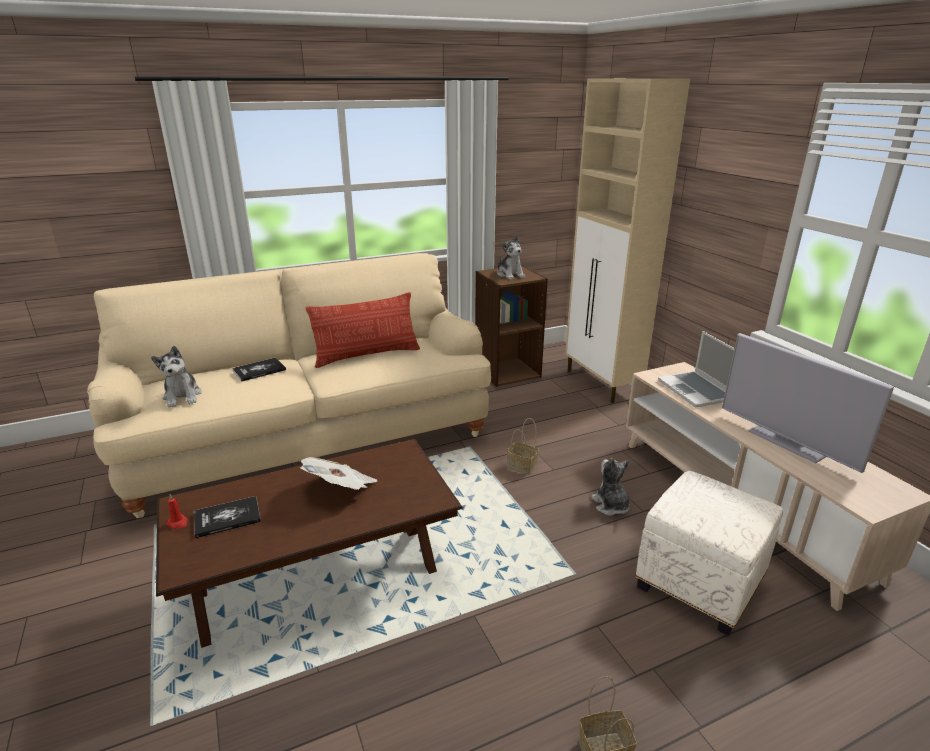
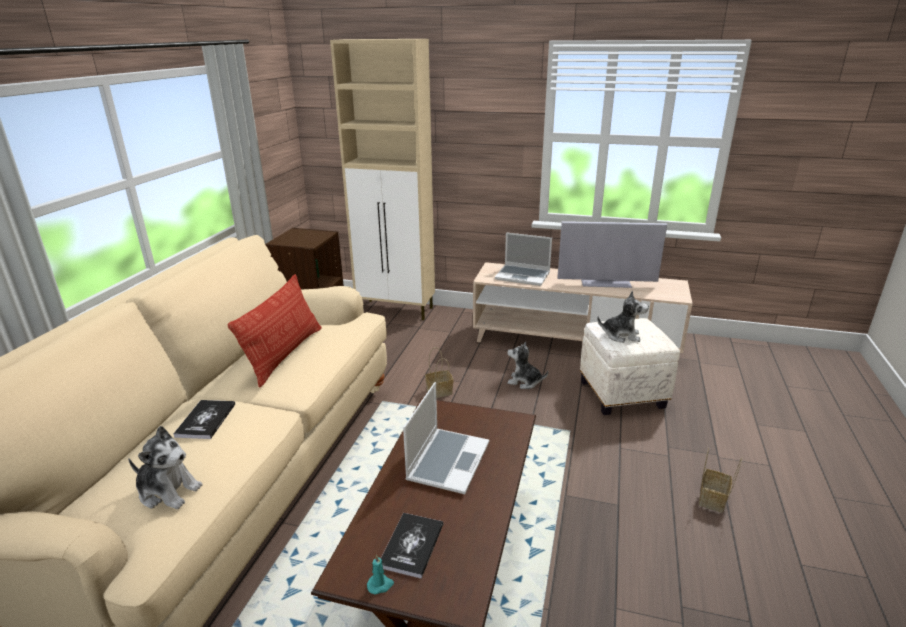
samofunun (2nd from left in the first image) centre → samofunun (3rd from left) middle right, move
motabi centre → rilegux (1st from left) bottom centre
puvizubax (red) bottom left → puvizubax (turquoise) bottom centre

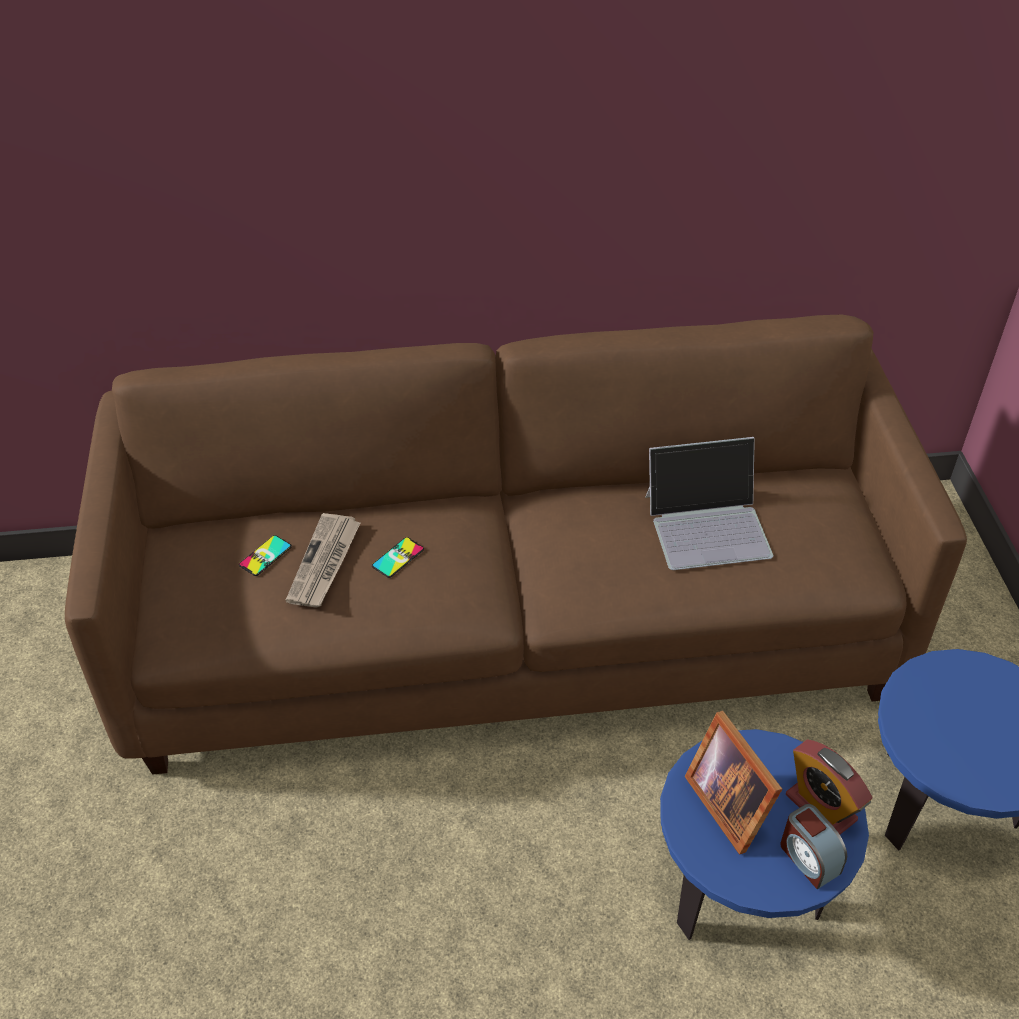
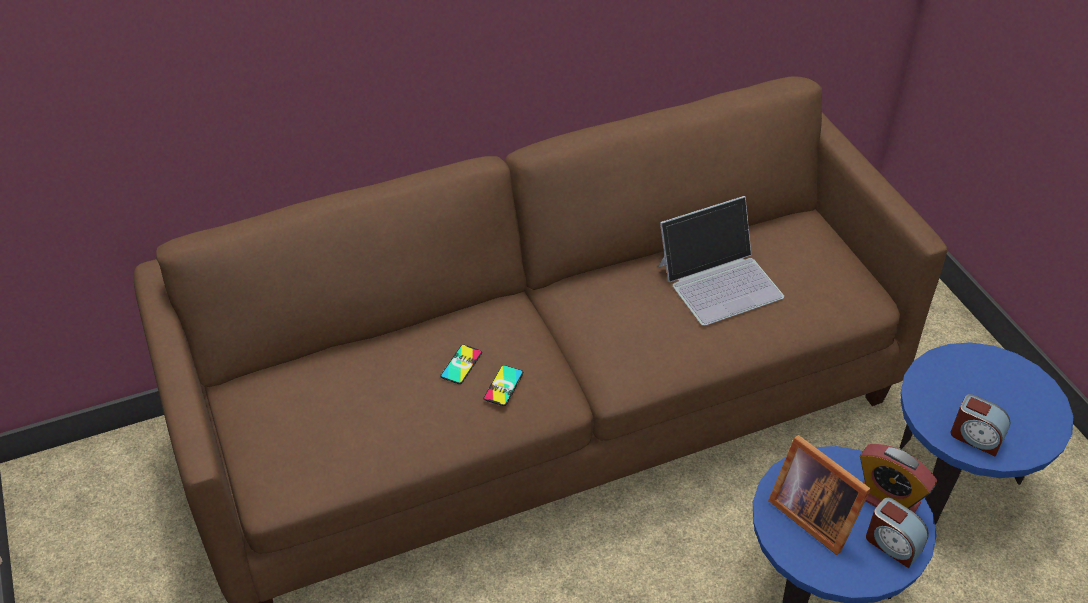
motabi middle left → -
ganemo (1st from left in the first image) middle left → ganemo (2nd from left) centre, move
- → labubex (3rd from left) bottom right

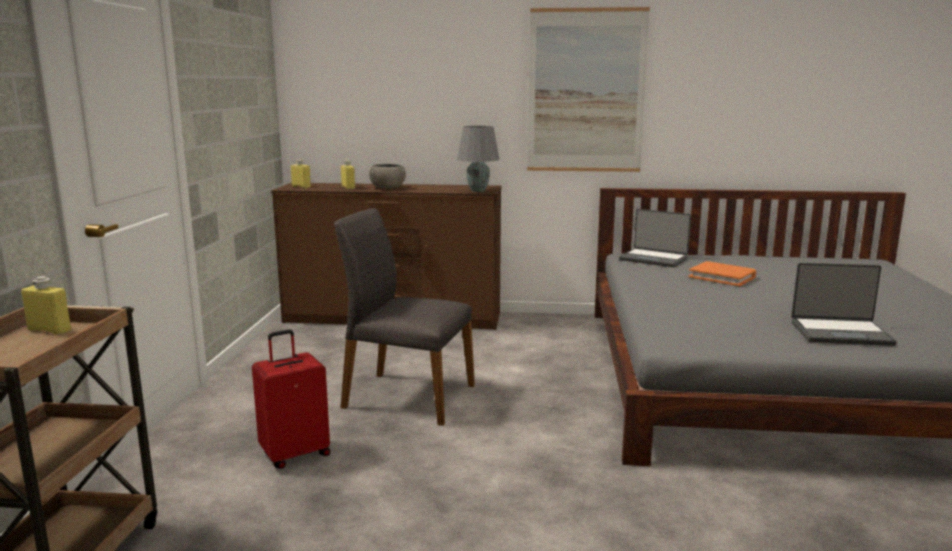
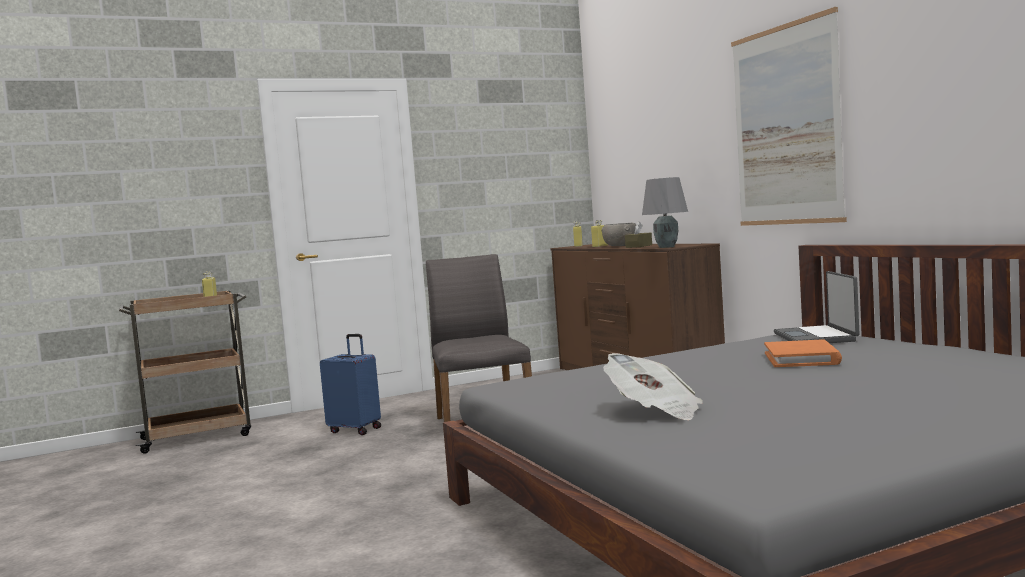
rilegux (2nd from left) middle right → motabi bottom centre
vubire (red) bottom left → vubire (blue) centre
- → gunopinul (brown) centre

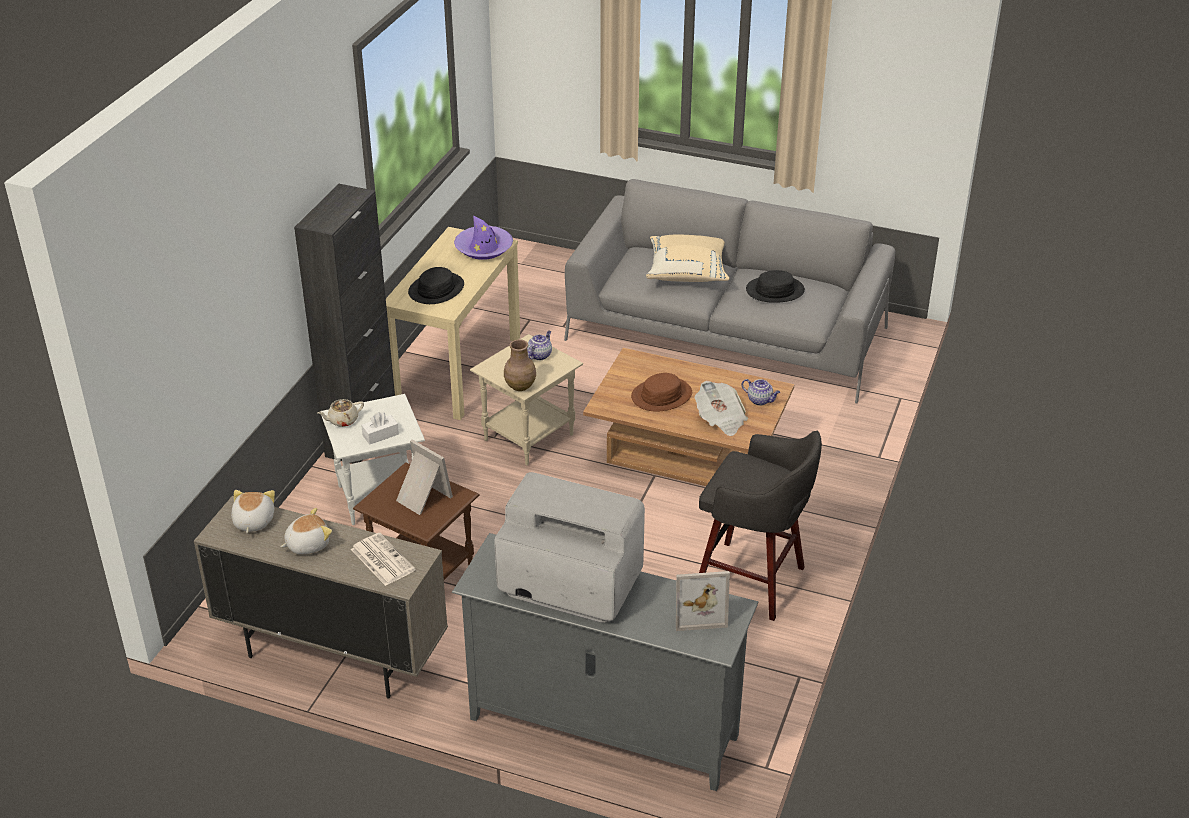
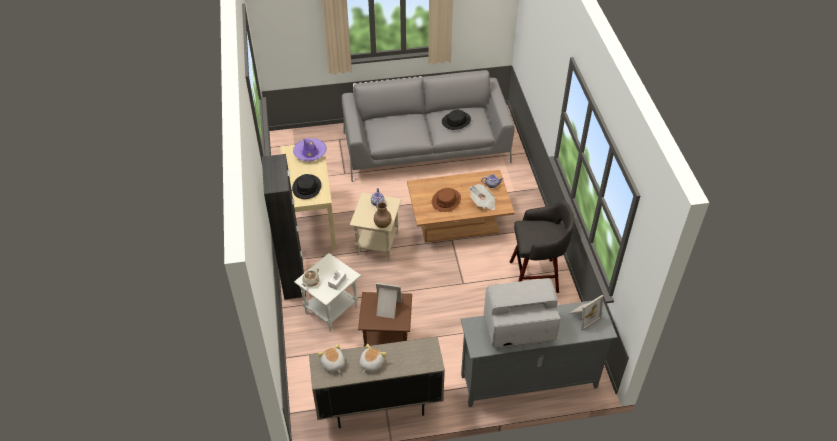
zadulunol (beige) top centre → -
motabi (1st from left) bottom left → -

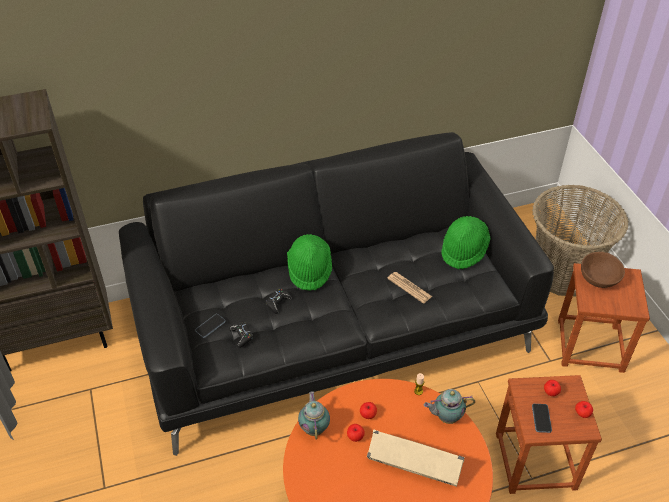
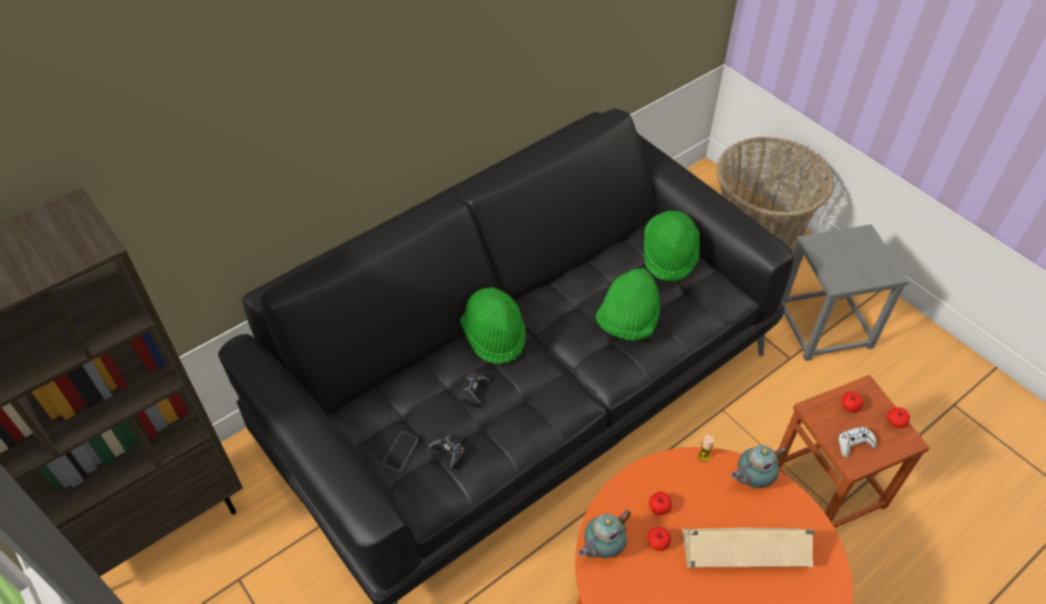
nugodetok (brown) middle right → -
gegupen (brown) (2nd from left) middle right → gegupen (grey) middle right
motabi centre → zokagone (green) (2nd from left) centre
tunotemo (1st from left) bottom centre, 105 degrees counterclockwise
ganemo (2nd from left) bottom right → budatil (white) bottom right

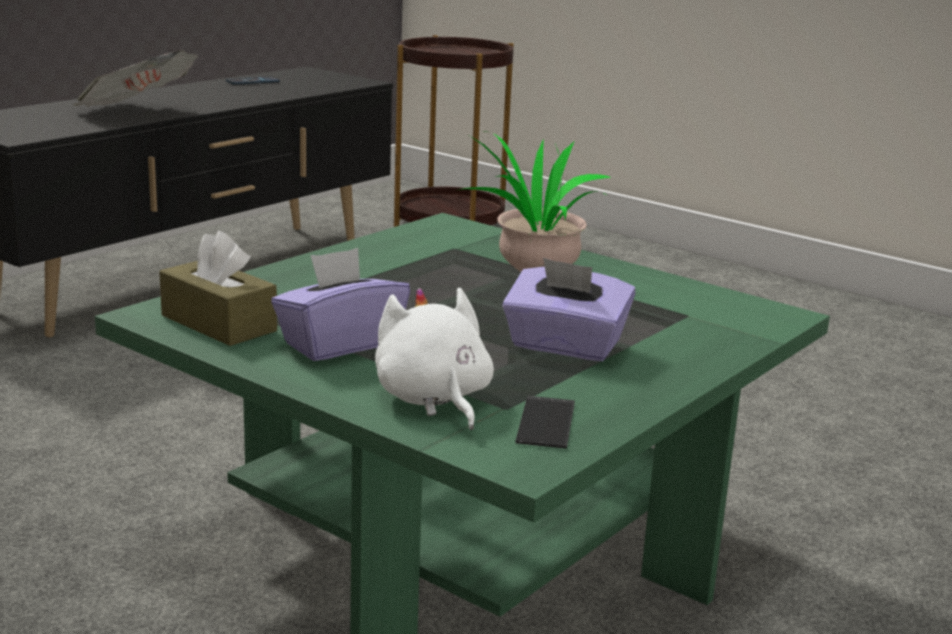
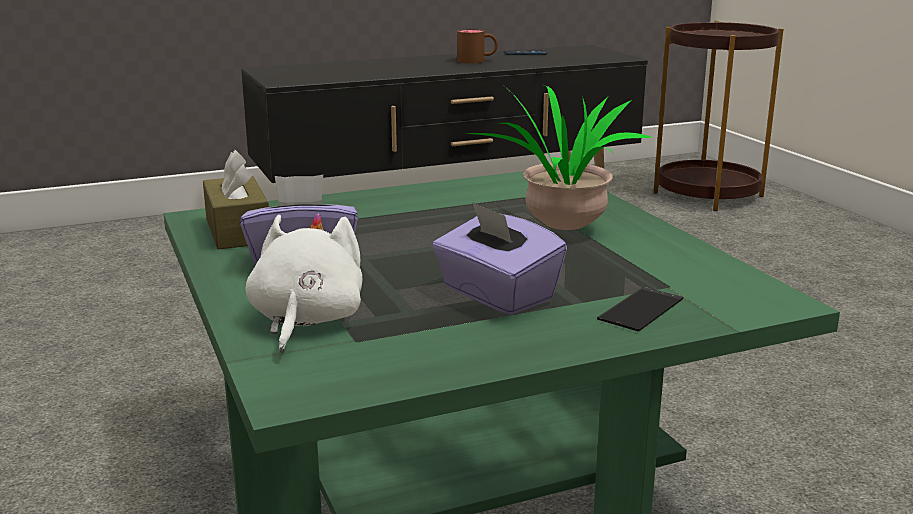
motabi top left → -
ganemo (2nd from left) centre → ganemo (2nd from left) middle right, move
- → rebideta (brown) top centre

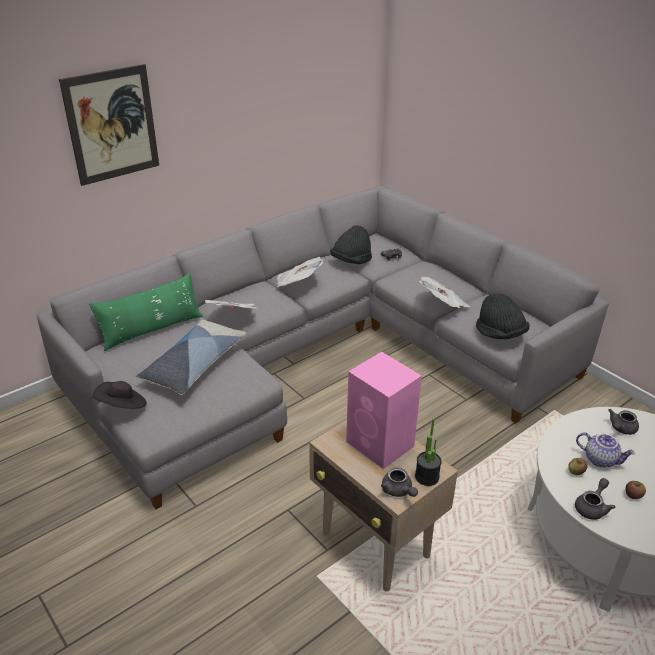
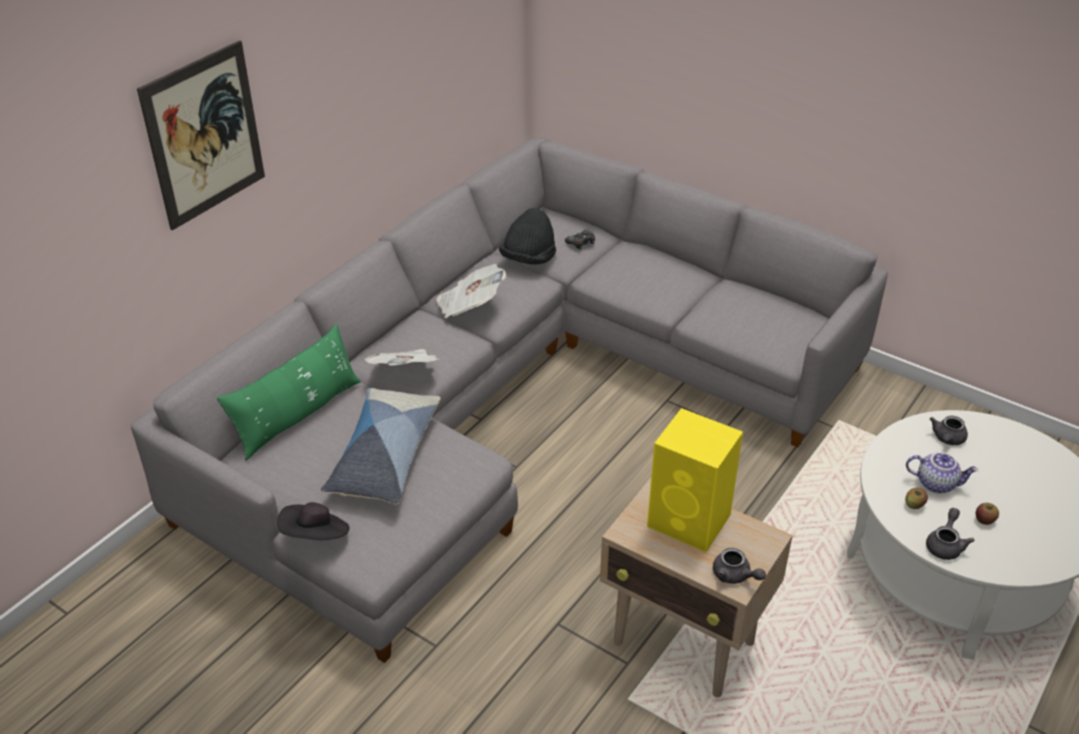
motabi (3rd from left) middle right → -
zokagone (black) (3rd from left) middle right → -
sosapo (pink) centre → sosapo (yellow) centre
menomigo bottom centre → -

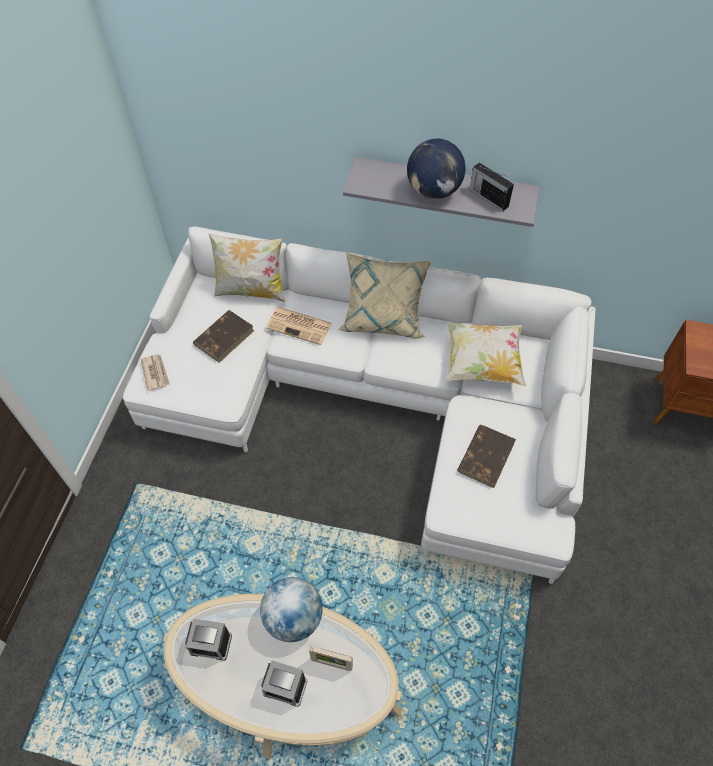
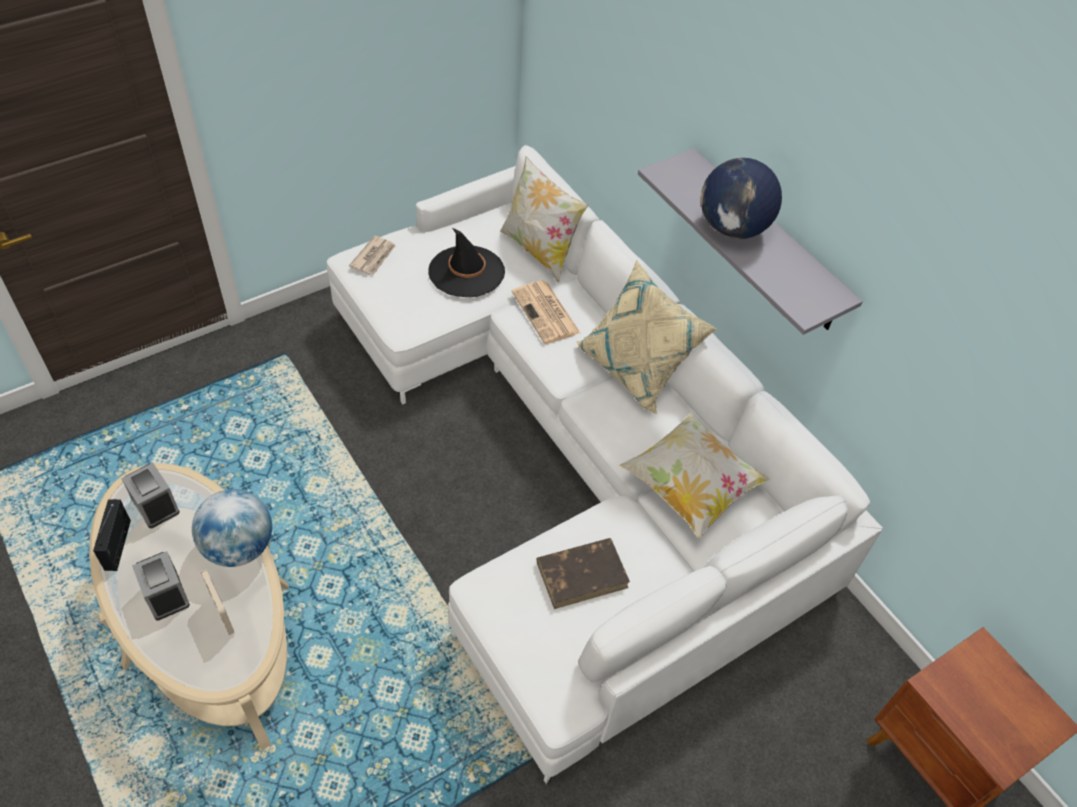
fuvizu top right → fuvizu middle left, move
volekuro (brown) (1st from left) middle left → zokagone (black) top centre

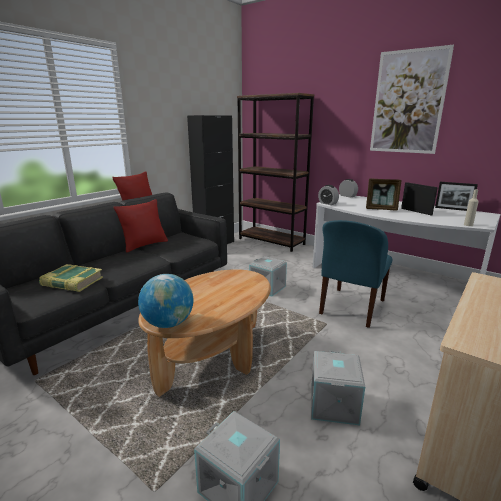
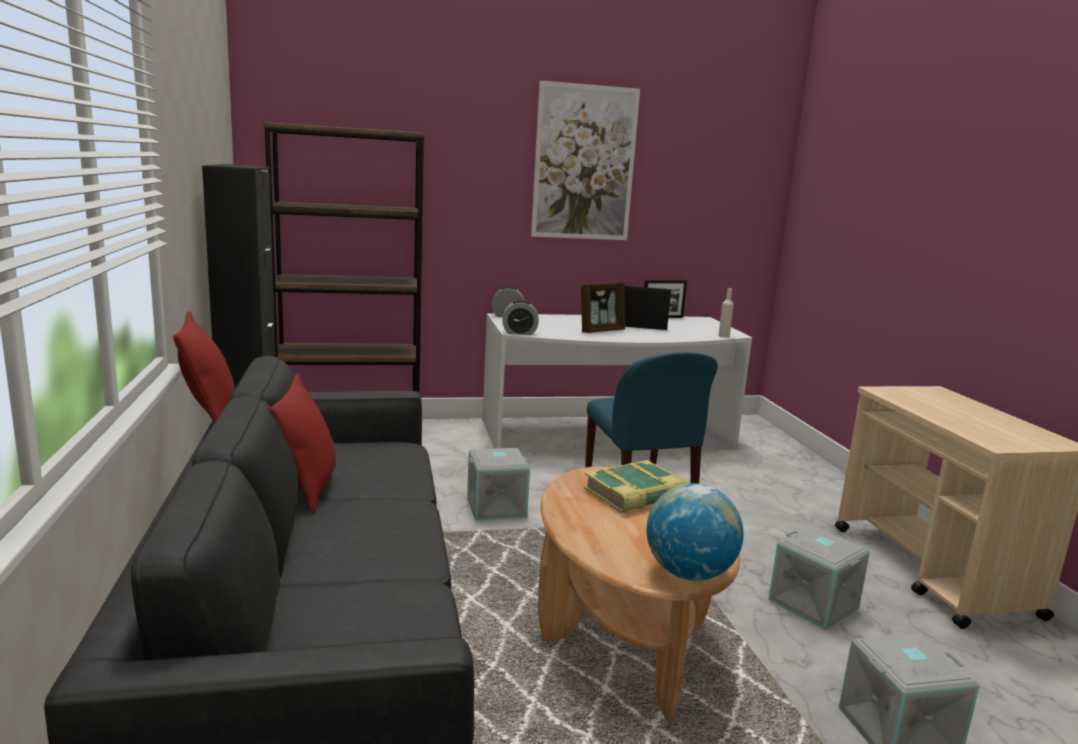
volekuro middle left → volekuro centre, move

